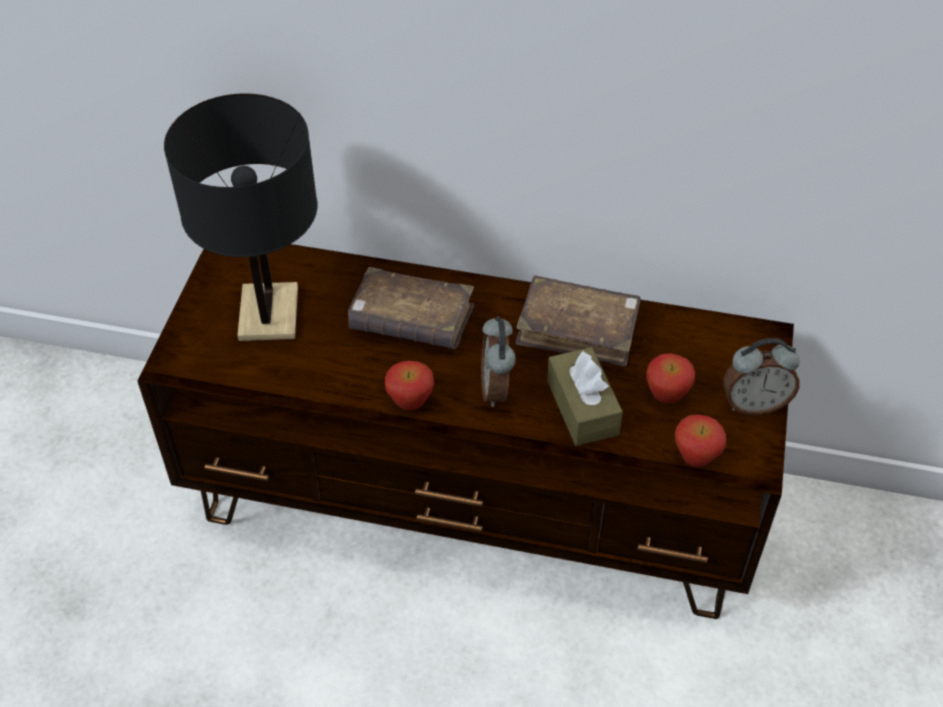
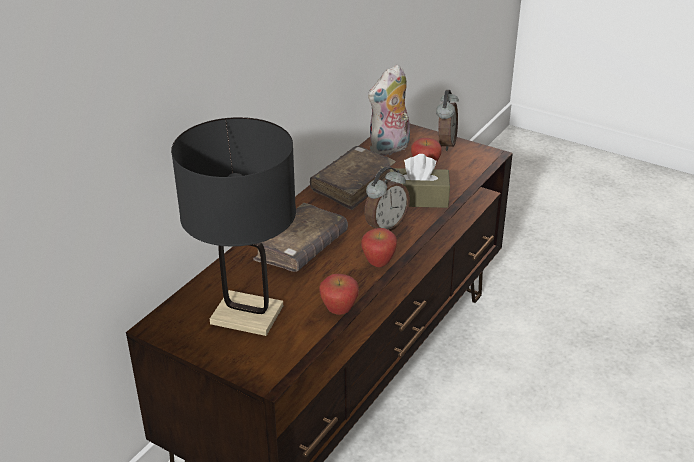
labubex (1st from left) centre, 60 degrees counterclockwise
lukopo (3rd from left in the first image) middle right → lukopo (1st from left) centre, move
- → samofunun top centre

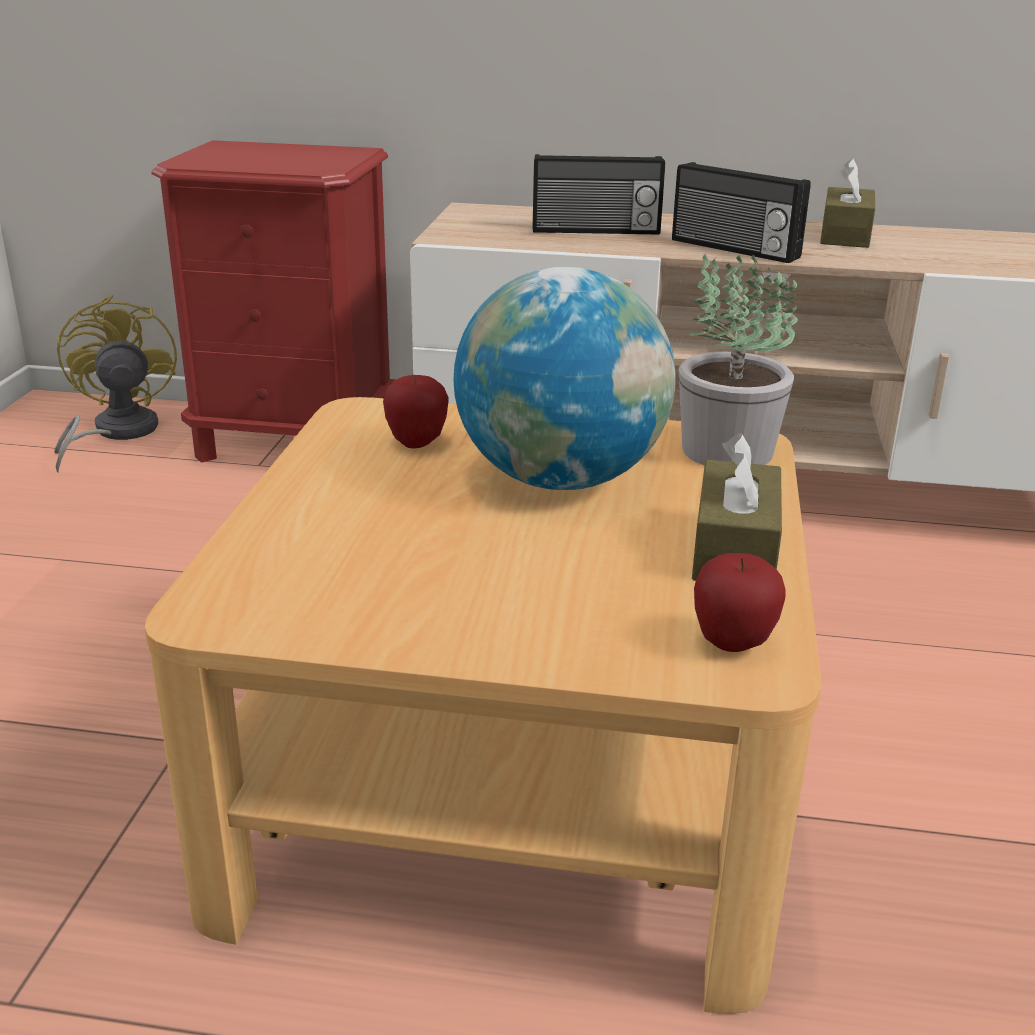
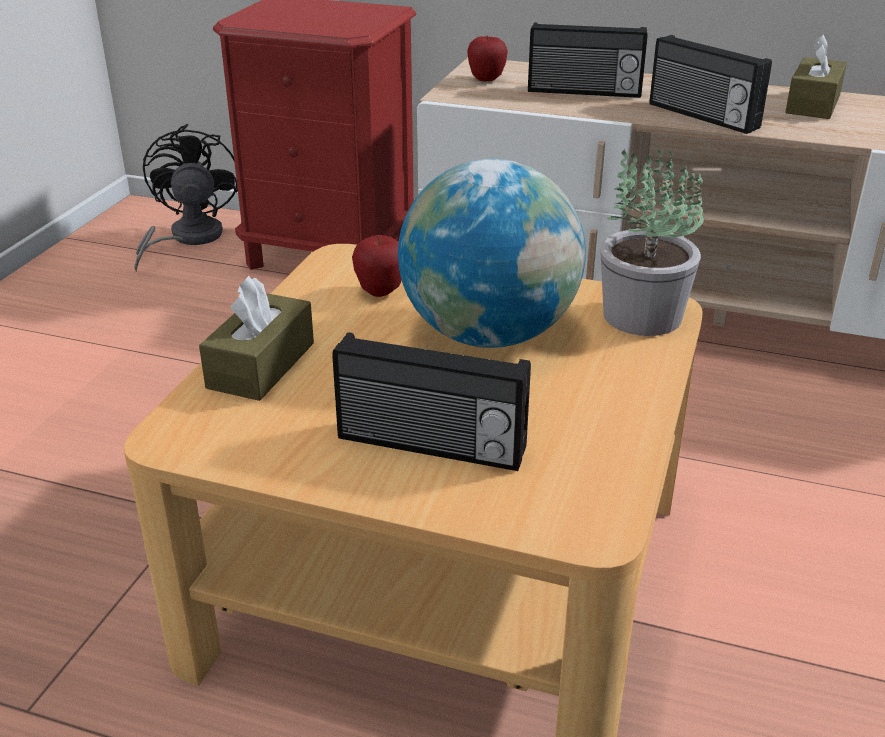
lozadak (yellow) middle left → lozadak (black) top left
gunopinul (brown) (1st from left) middle right → gunopinul (brown) (1st from left) middle left, move
lukopo (2nd from left) middle right → lukopo (2nd from left) top centre, move
- → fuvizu (1st from left) centre

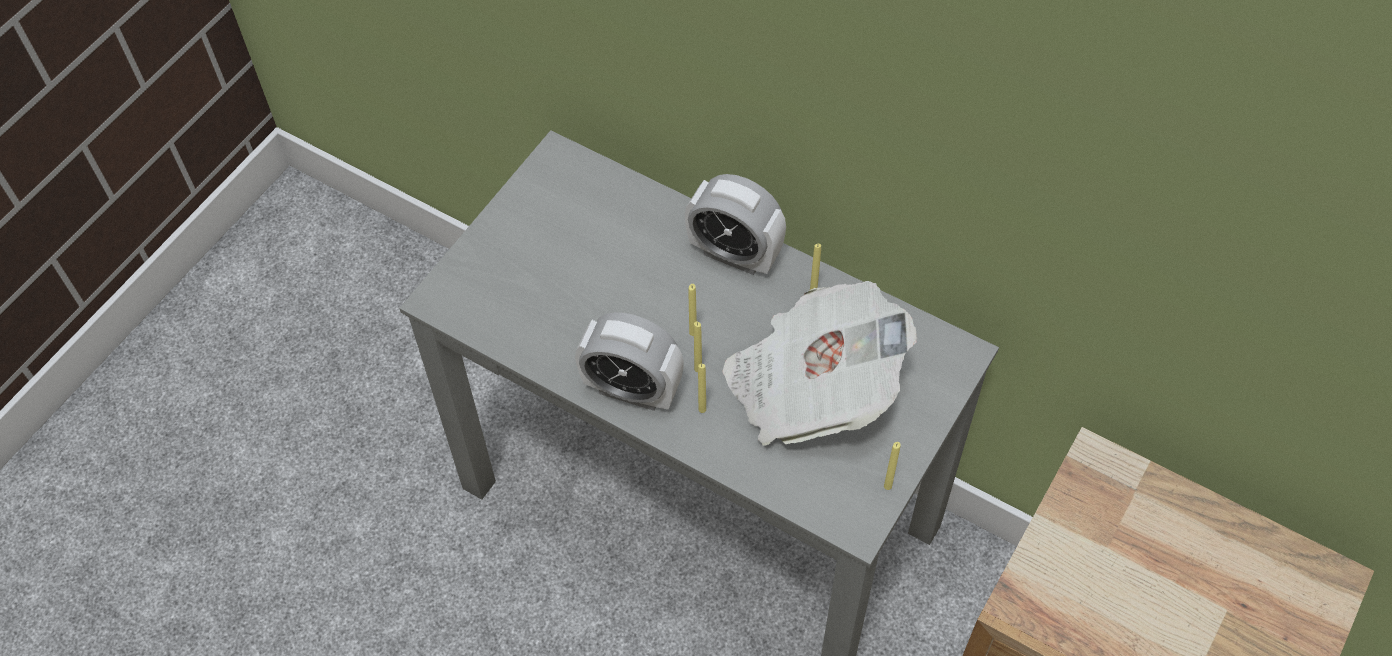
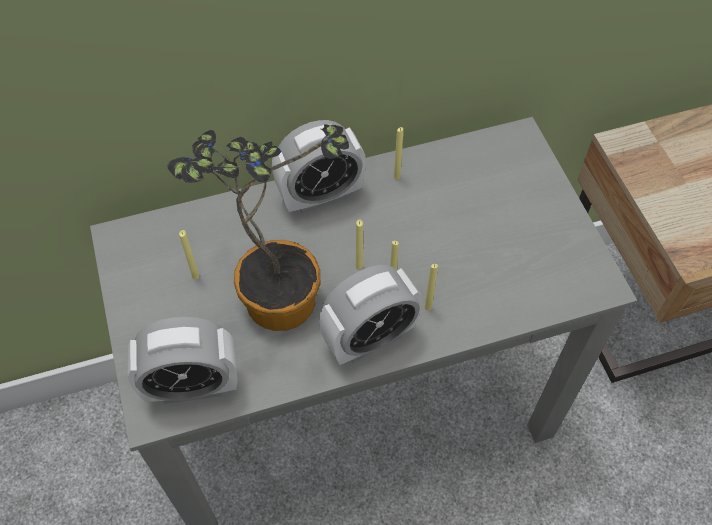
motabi centre → -
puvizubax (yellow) (5th from left in the first image) bottom centre → puvizubax (yellow) (1st from left) middle left, move
- → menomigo centre
- → labubex (1st from left) bottom left

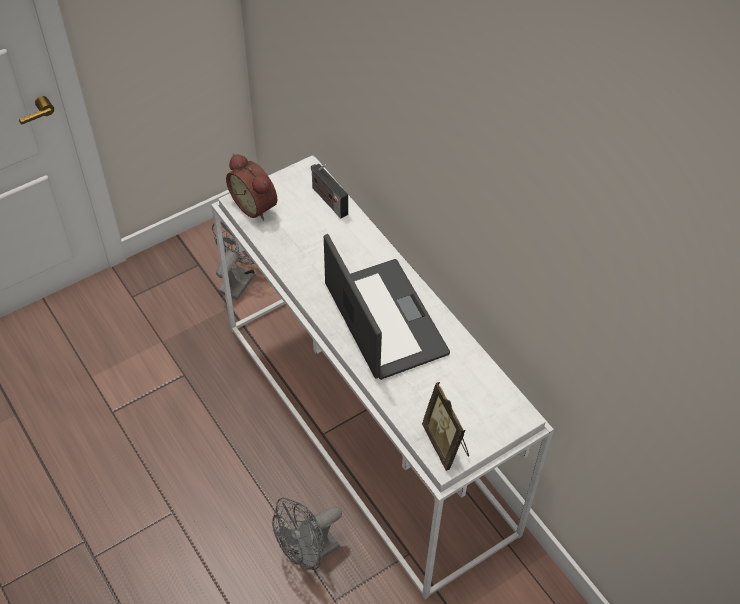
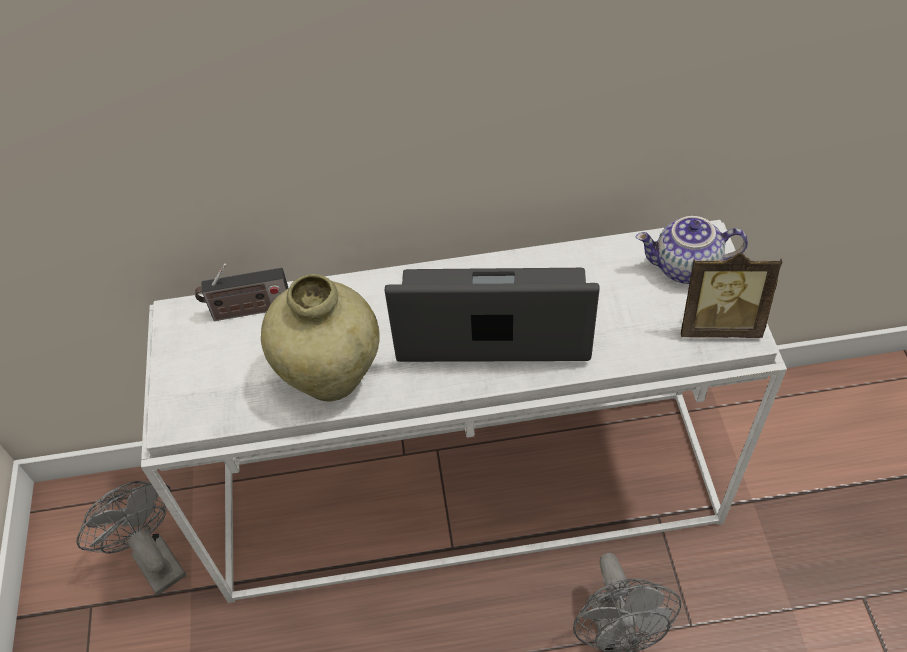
labubex top centre → -
- → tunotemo middle right
- → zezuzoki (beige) centre

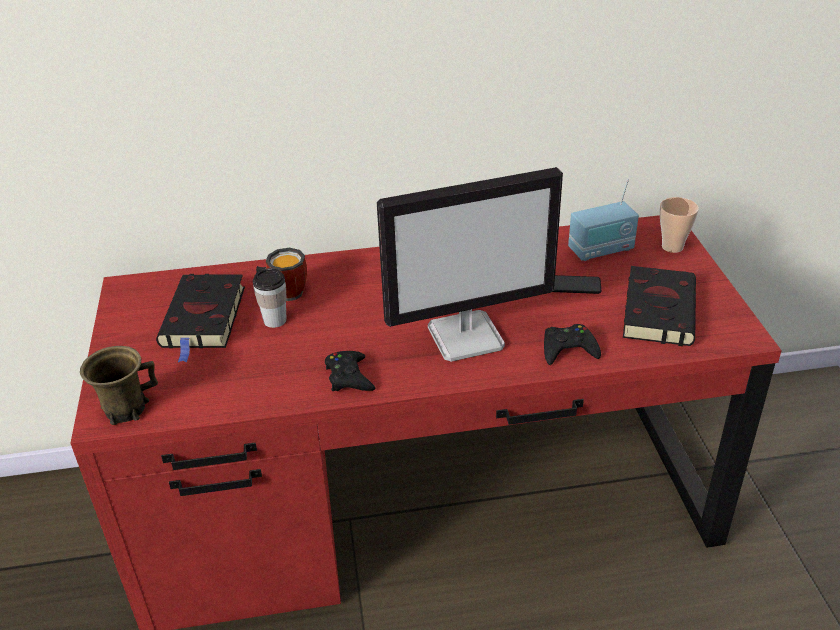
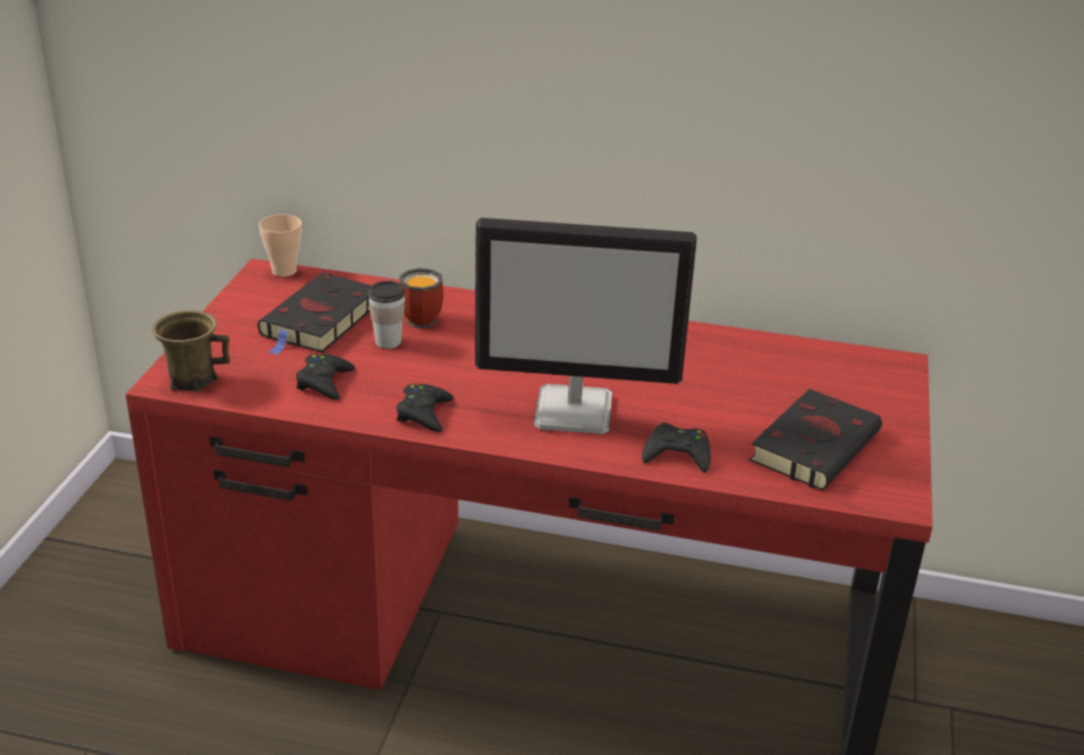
fuvizu middle right → -
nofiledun (2nd from left in the first image) middle right → nofiledun (1st from left) top left, move
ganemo middle right → -
- → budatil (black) (1st from left) middle left

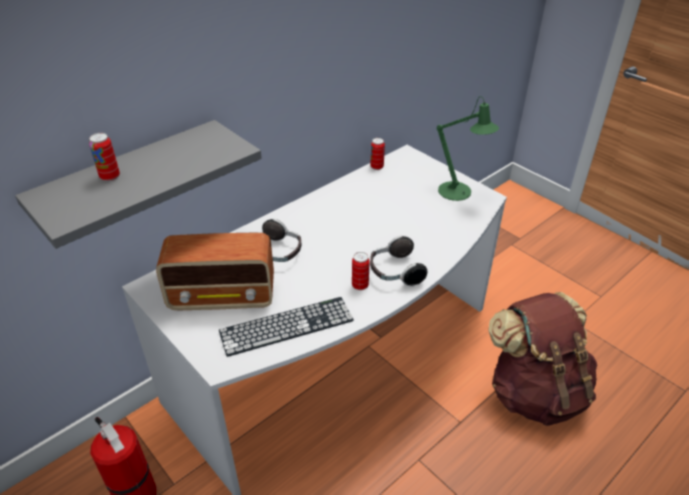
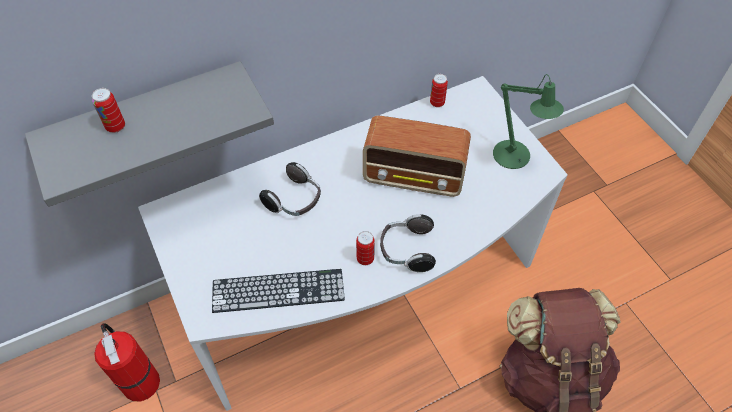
fuvizu middle left → fuvizu centre, move

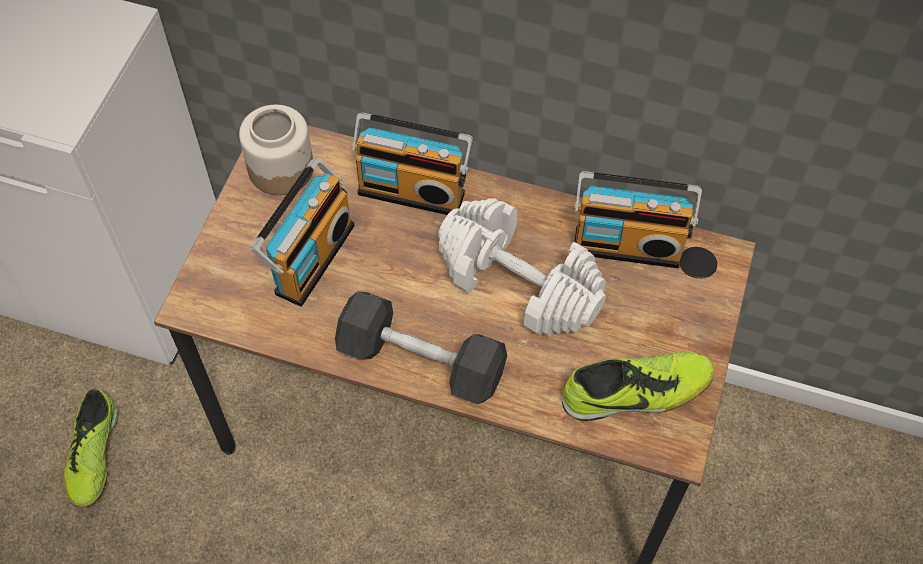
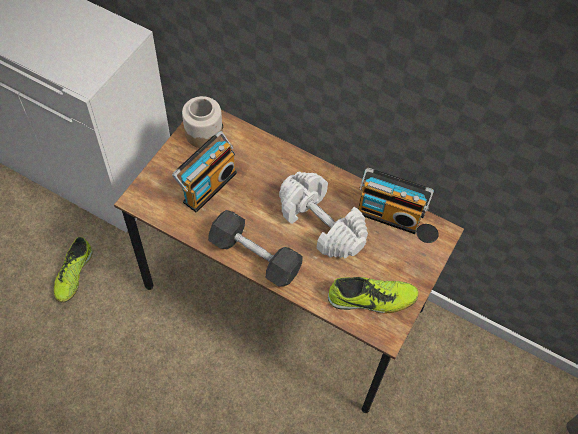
fuvizu (2nd from left) top centre → -

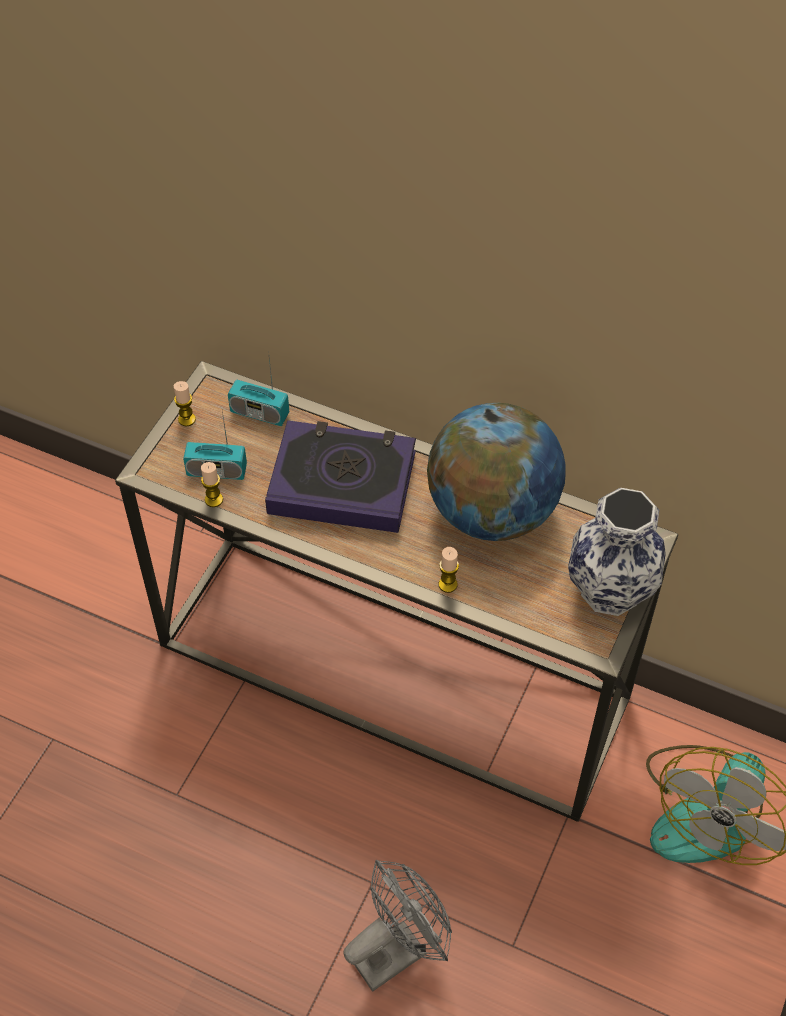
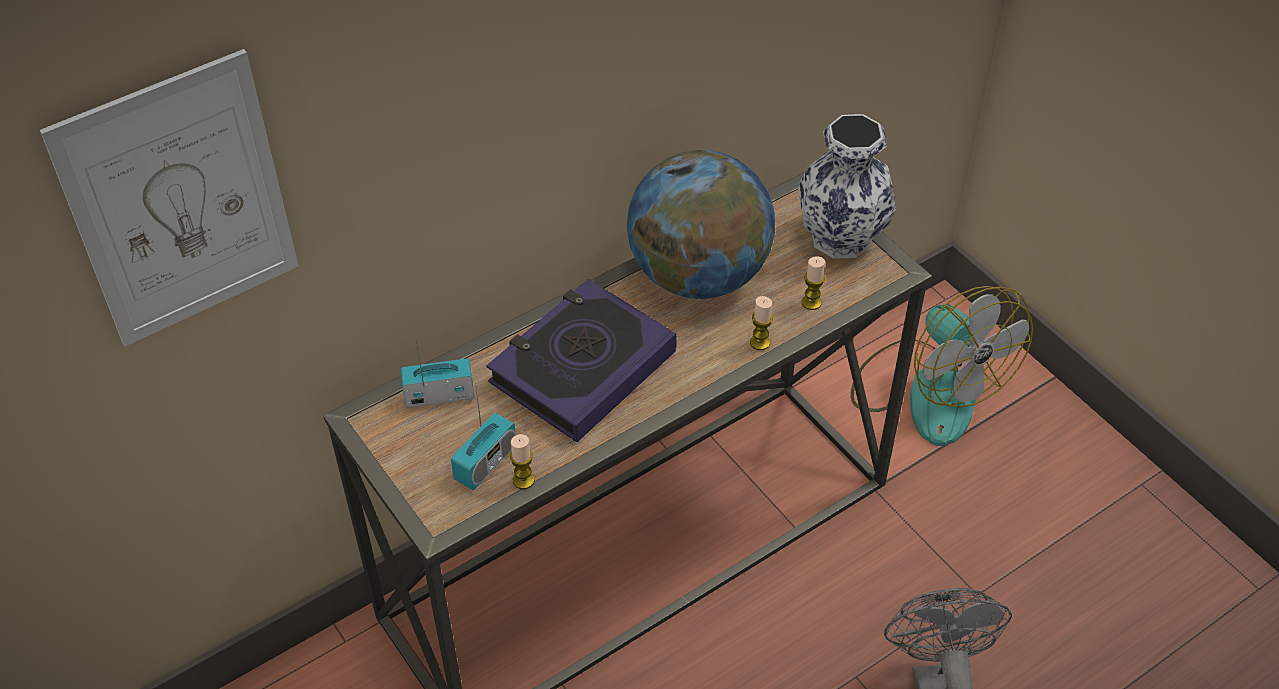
fuvizu (2nd from left in the first image) middle left → fuvizu (1st from left) centre, 150 degrees counterclockwise
puvizubax (1st from left in the first image) middle left → puvizubax (3rd from left) centre, move
- → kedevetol top left

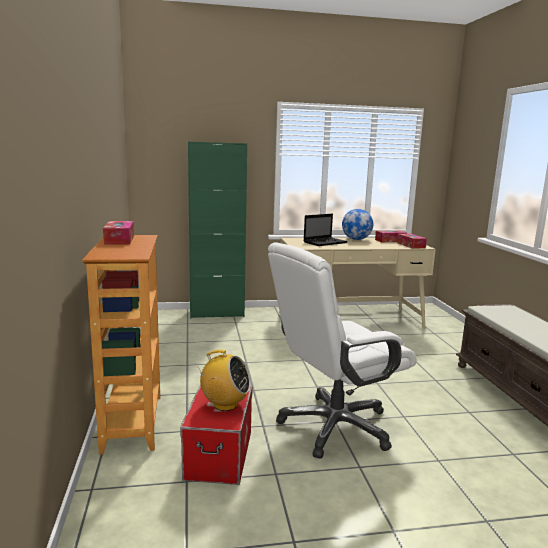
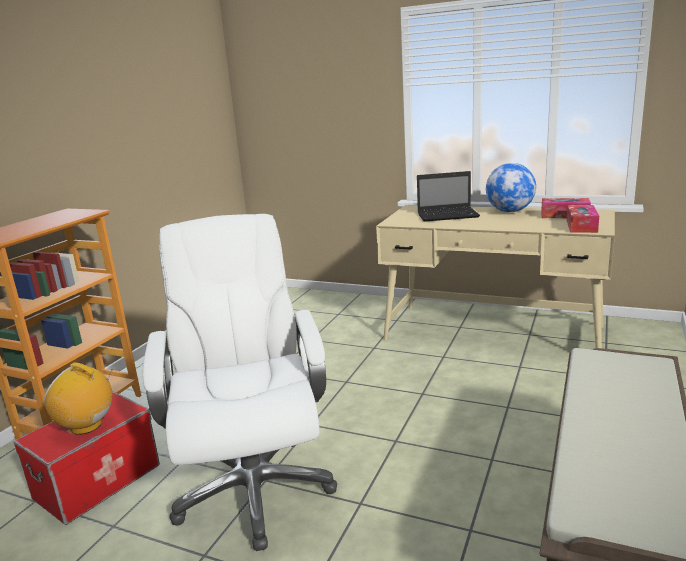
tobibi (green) centre → -
gunopinul (1st from left) middle left → -
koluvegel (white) centre → koluvegel (white) bottom centre, 75 degrees clockwise
fuvizu bottom centre → fuvizu bottom left, 150 degrees clockwise

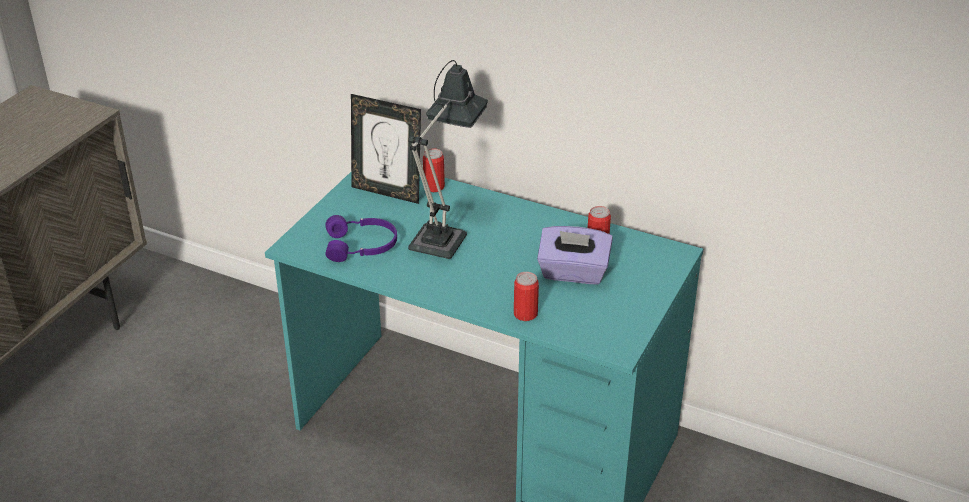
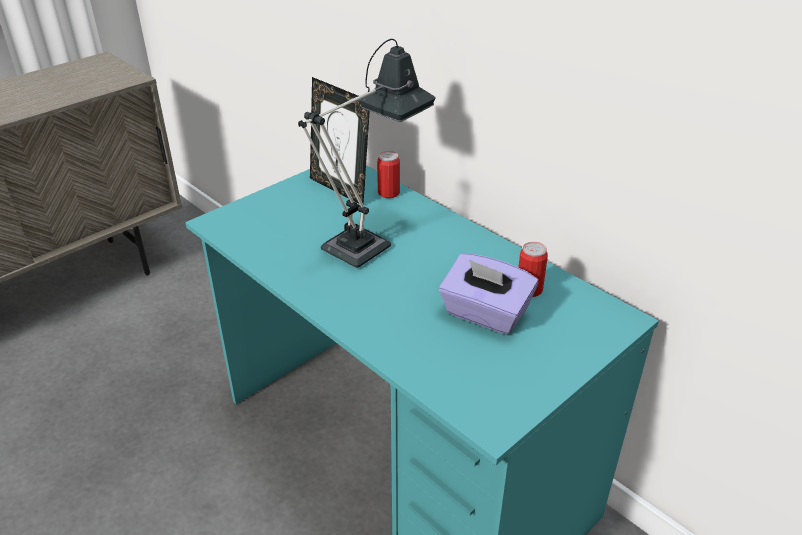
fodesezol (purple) centre → -
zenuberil (2nd from left) centre → -

